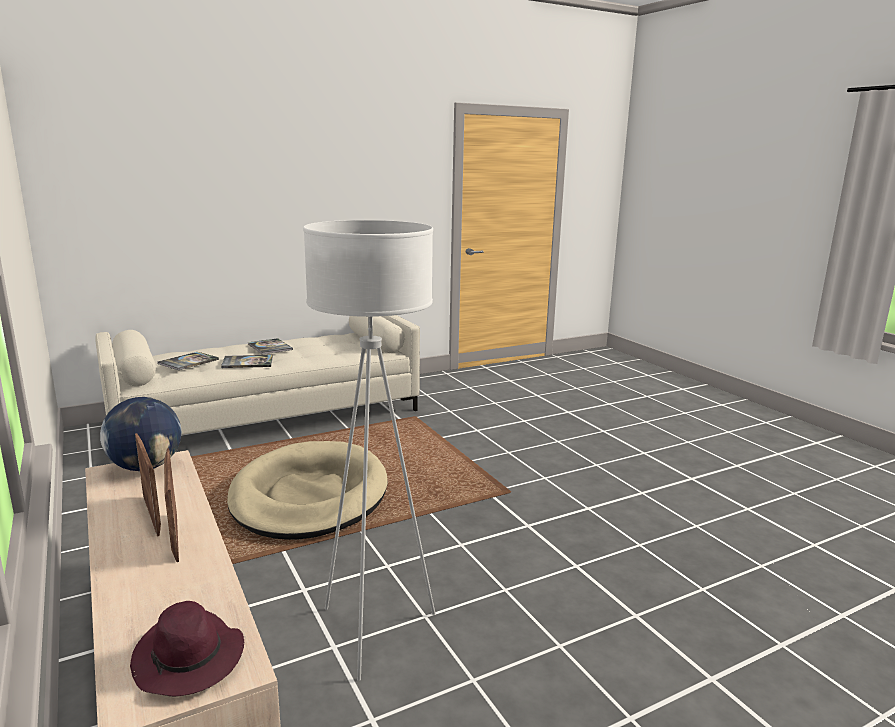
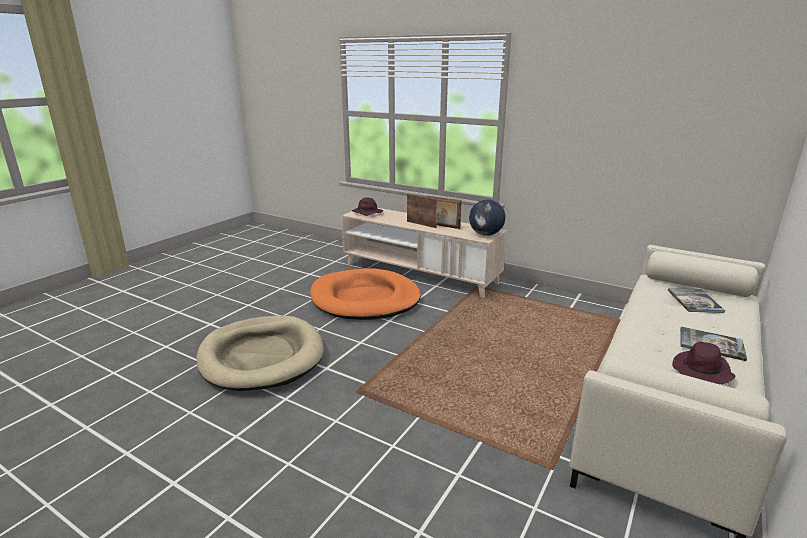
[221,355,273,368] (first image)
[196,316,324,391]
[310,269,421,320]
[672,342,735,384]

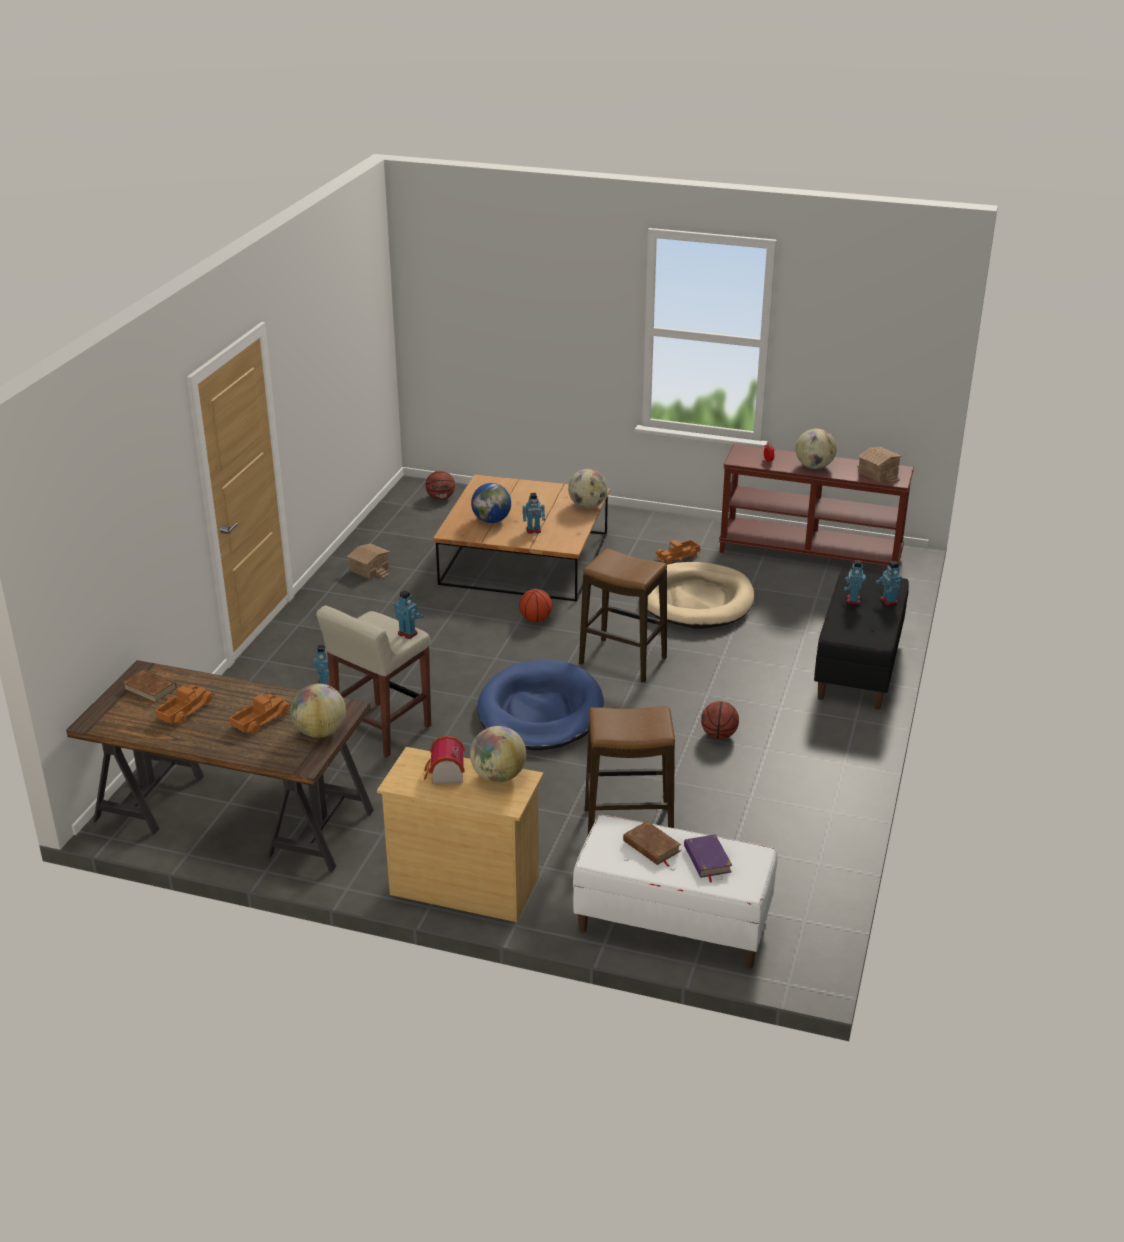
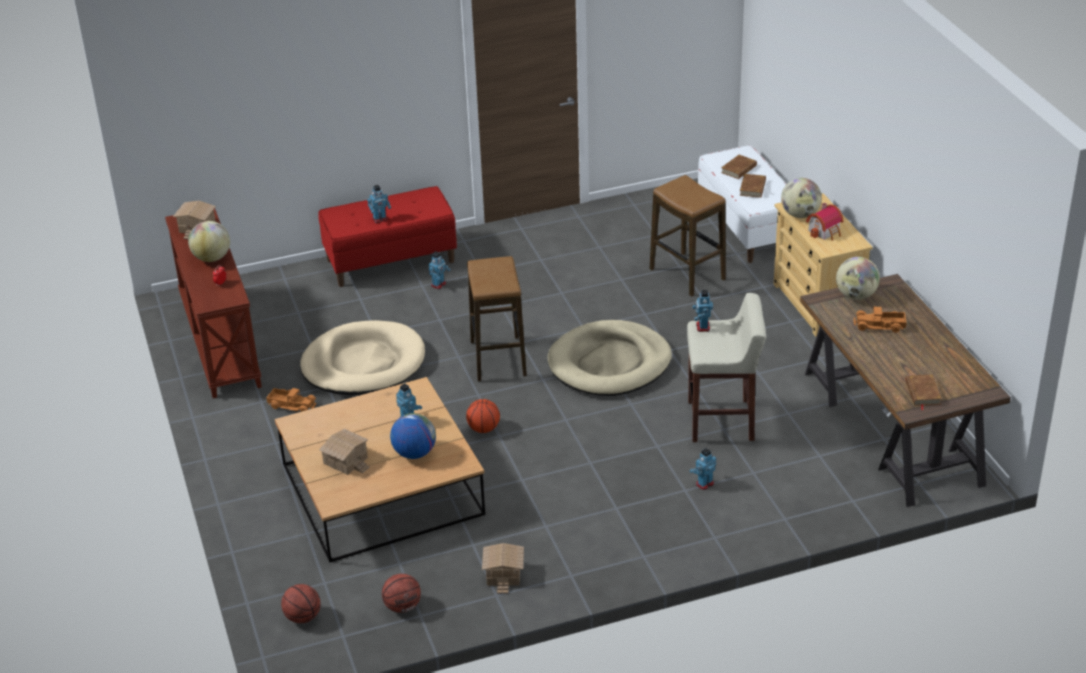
[155,685,214,724] (first image)
[548,320,672,396]
[568,469,608,508] (first image)
[721,155,757,179]
[382,574,421,613]
[318,186,457,287]
[429,251,451,289]
[319,429,369,475]

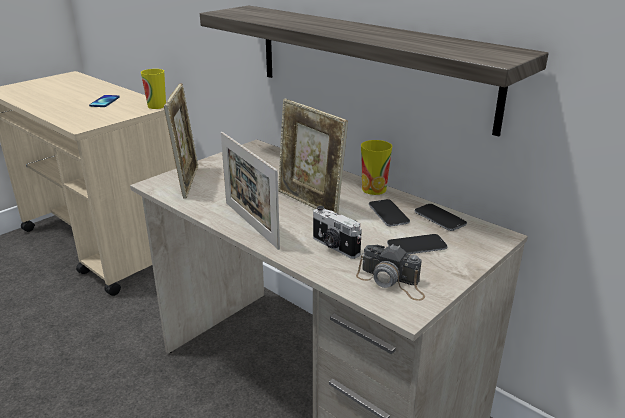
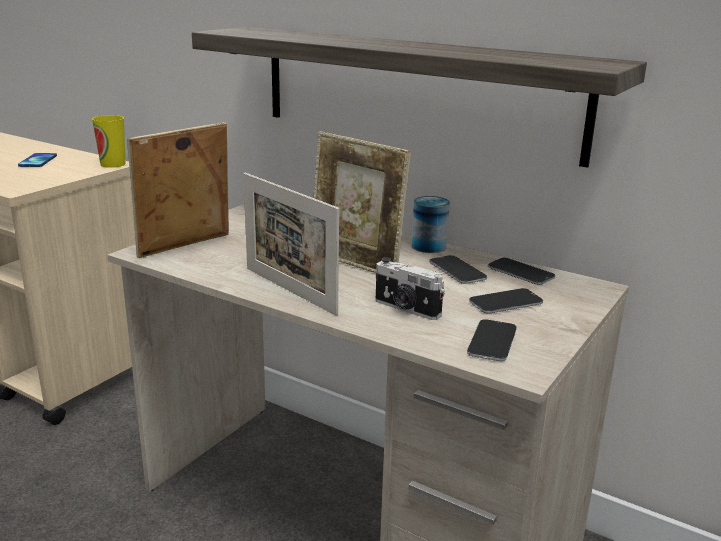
[127,122,229,258]
[467,319,517,361]
[411,196,450,253]

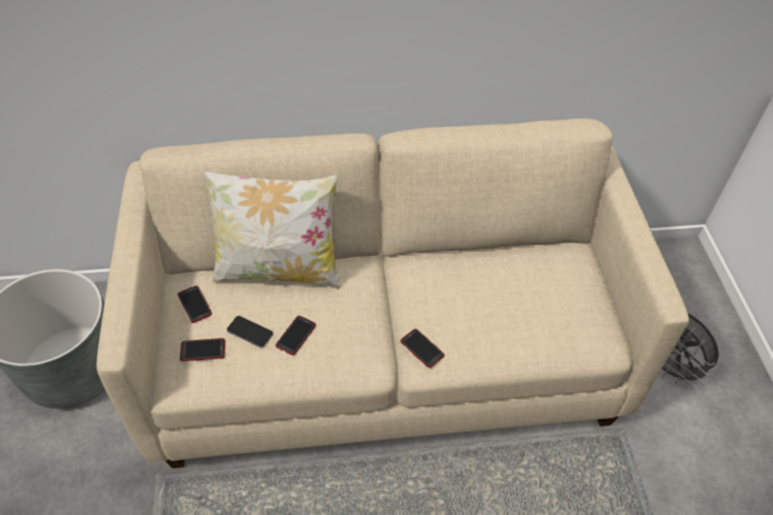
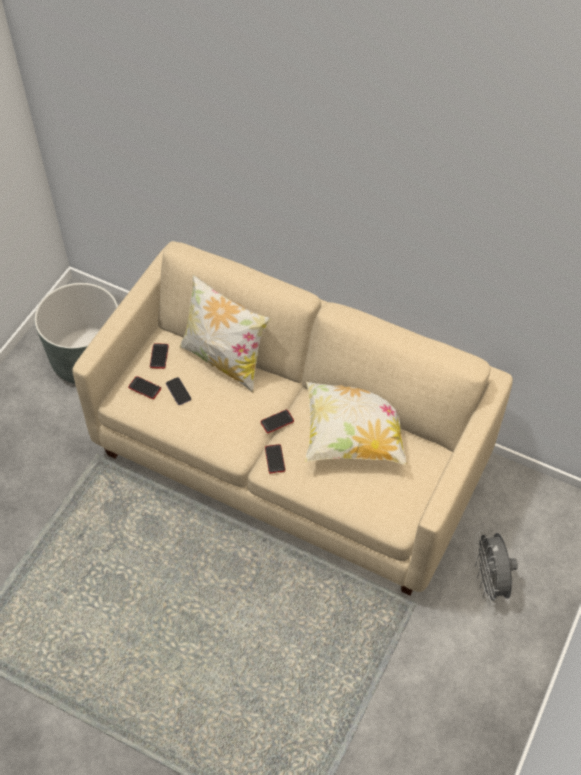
[260,410,294,433]
[305,382,407,465]

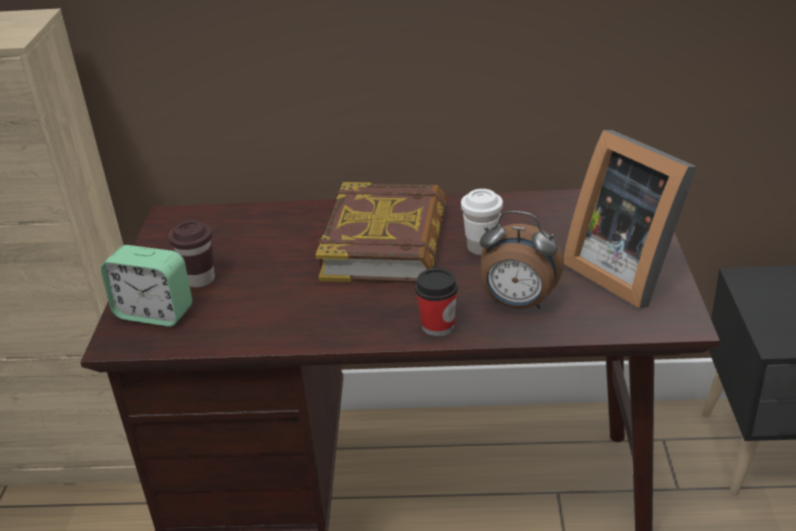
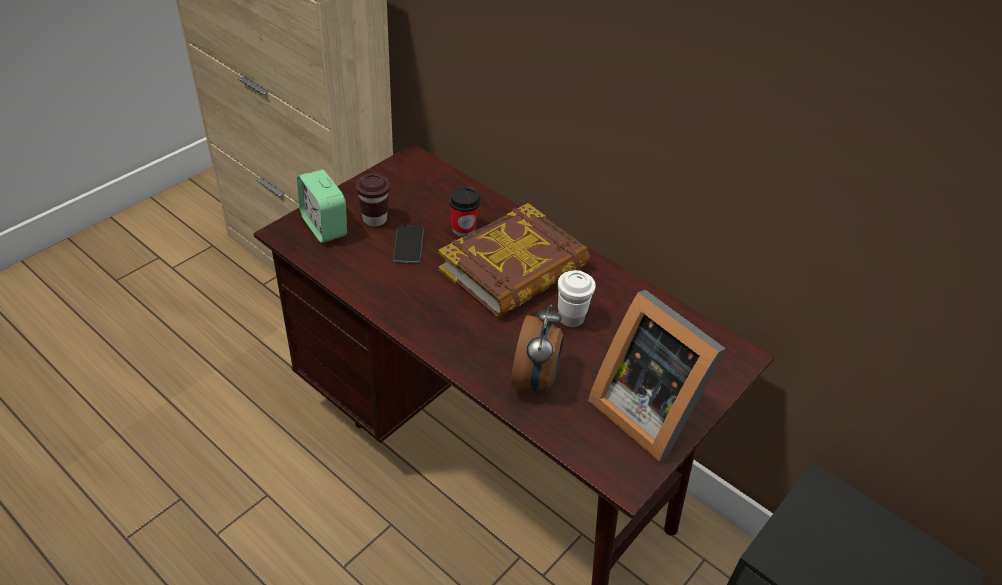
[449,187,480,237]
[511,305,564,395]
[588,290,726,462]
[393,225,424,263]

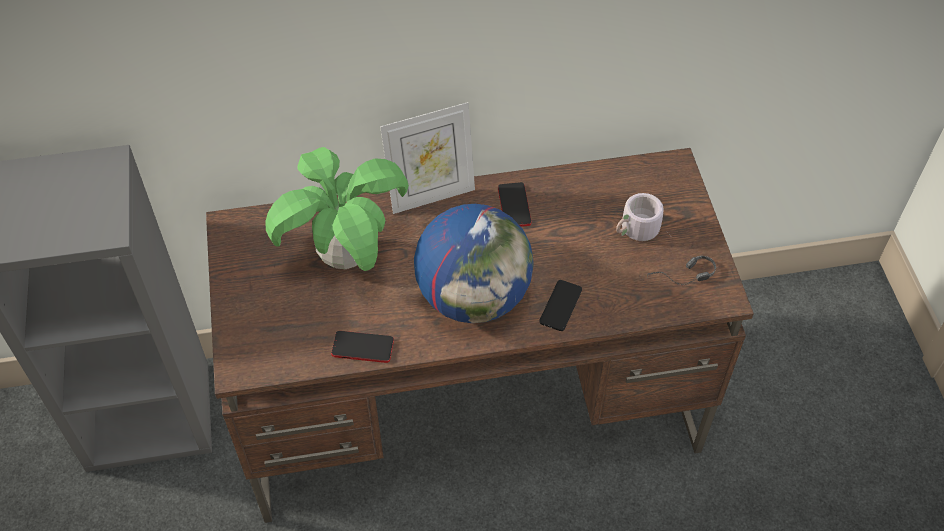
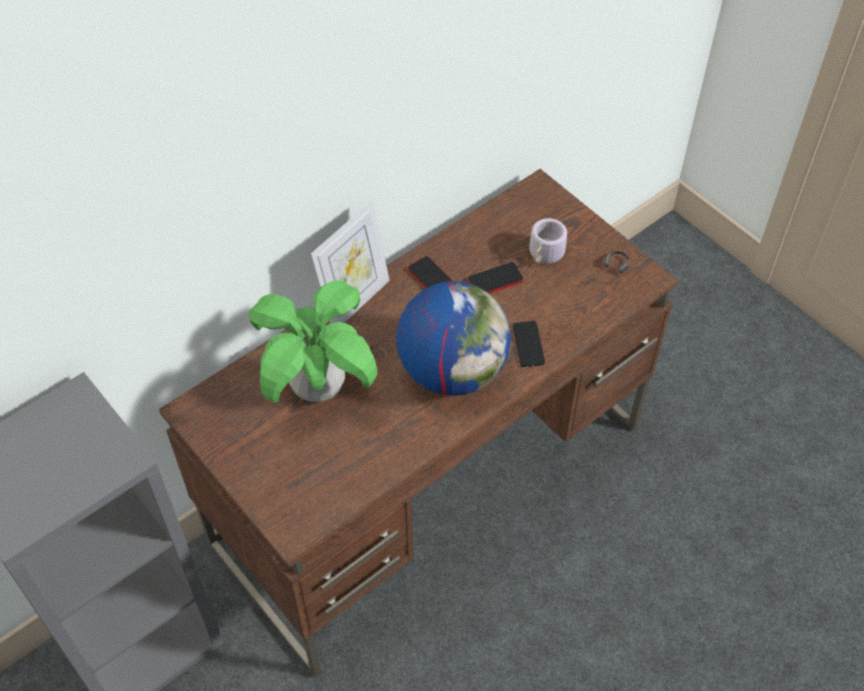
[467,262,524,293]

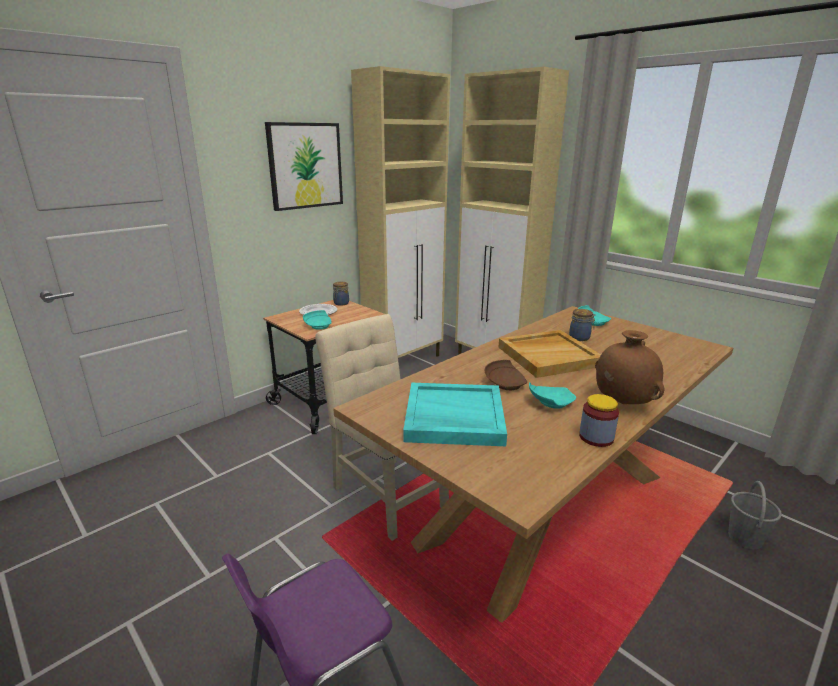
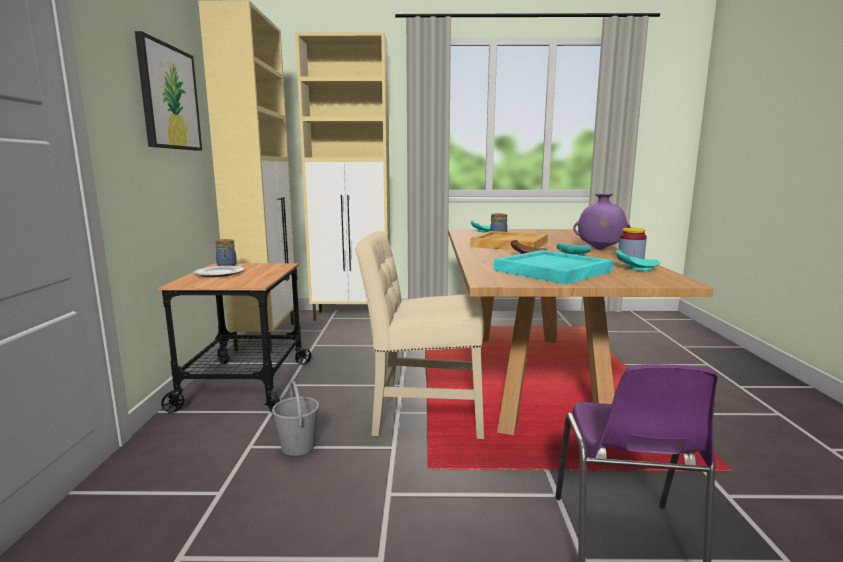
[616,250,660,271]
[573,193,631,250]
[272,380,319,456]

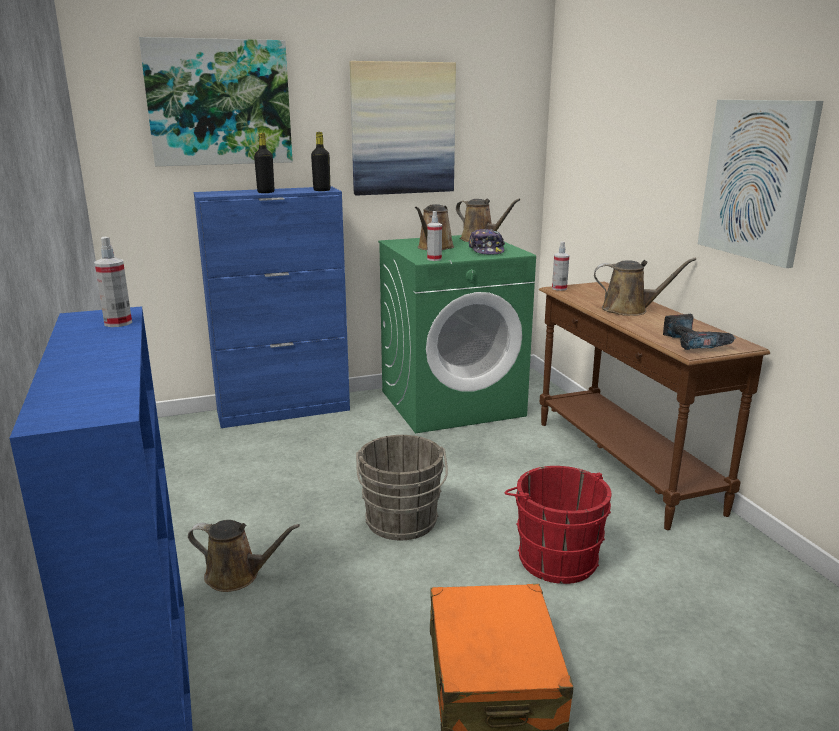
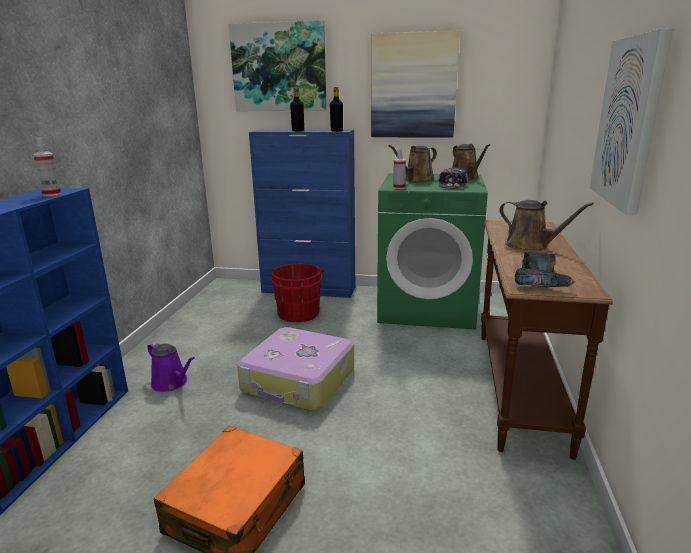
[147,342,195,392]
[237,327,354,411]
[271,263,324,322]
[552,241,569,291] (first image)

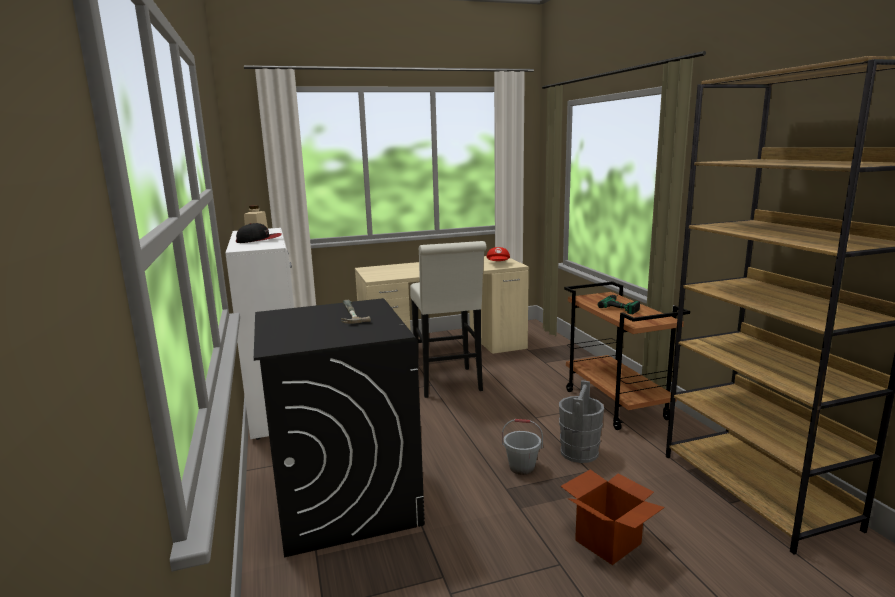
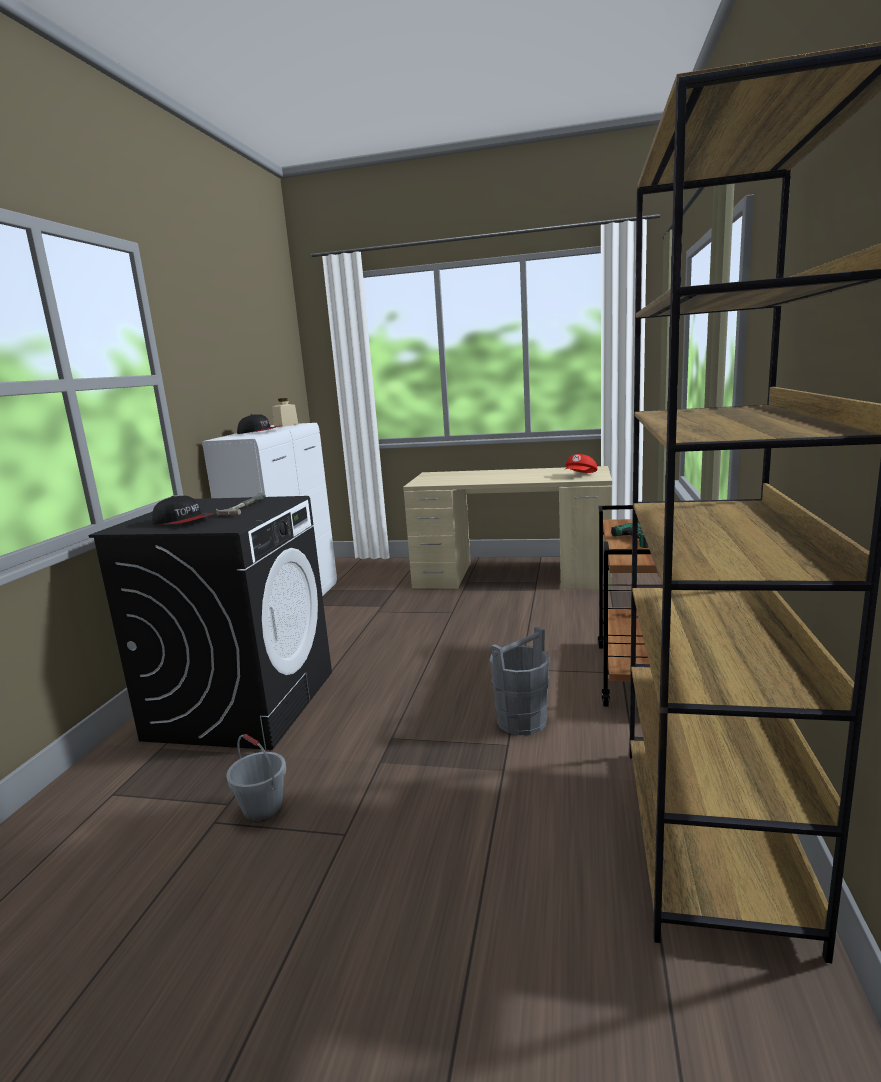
[410,241,487,398] (first image)
[226,734,286,823]
[561,469,665,565] (first image)
[152,496,215,525]

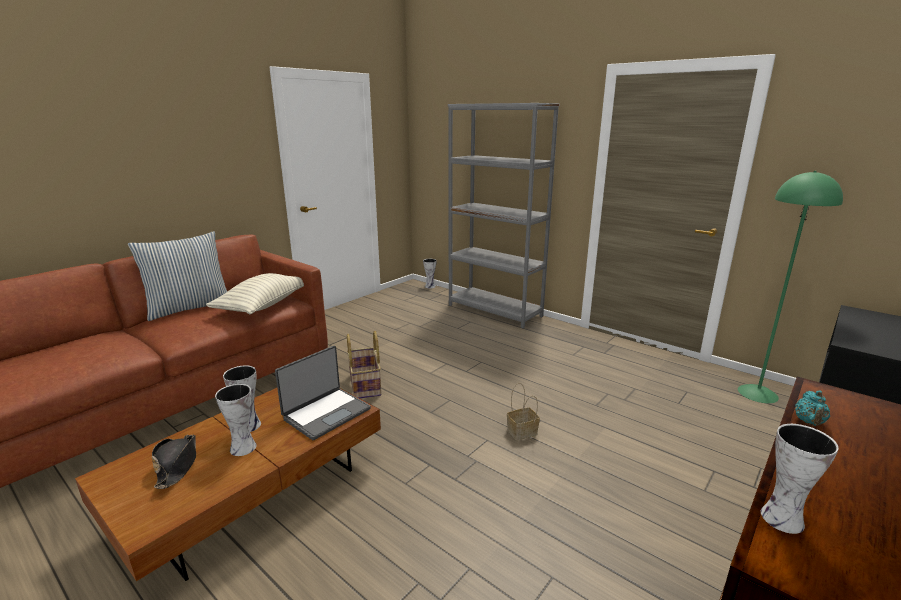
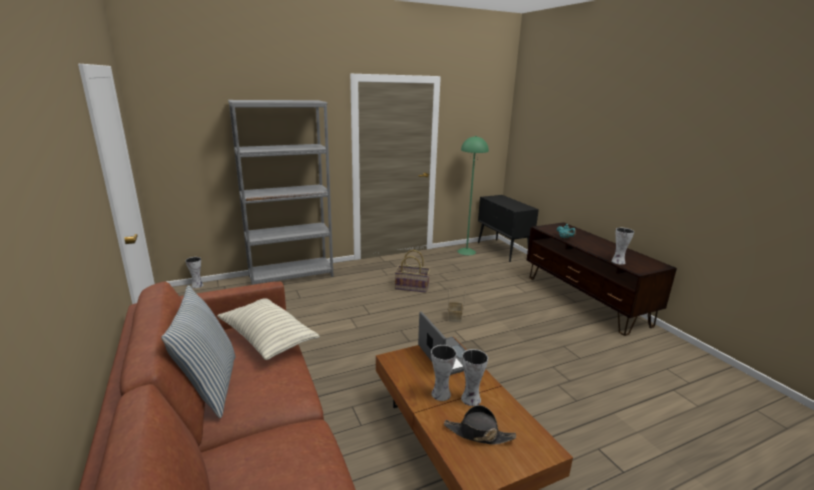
[395,250,430,293]

